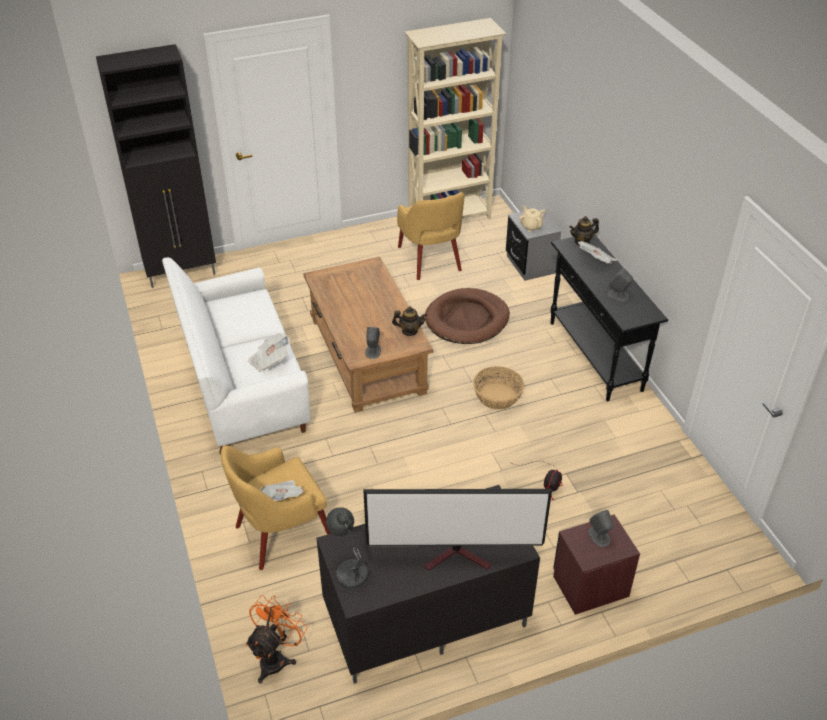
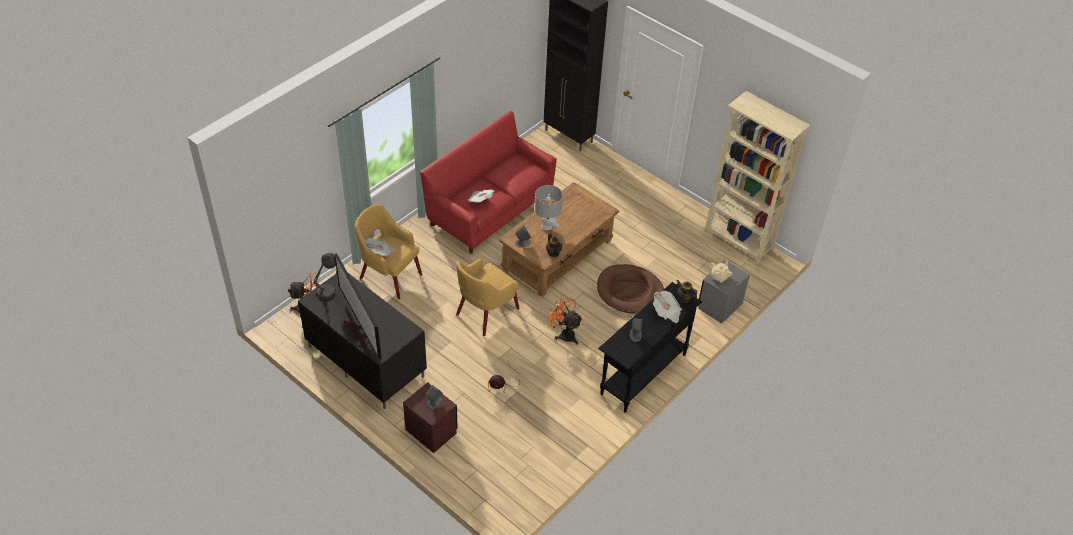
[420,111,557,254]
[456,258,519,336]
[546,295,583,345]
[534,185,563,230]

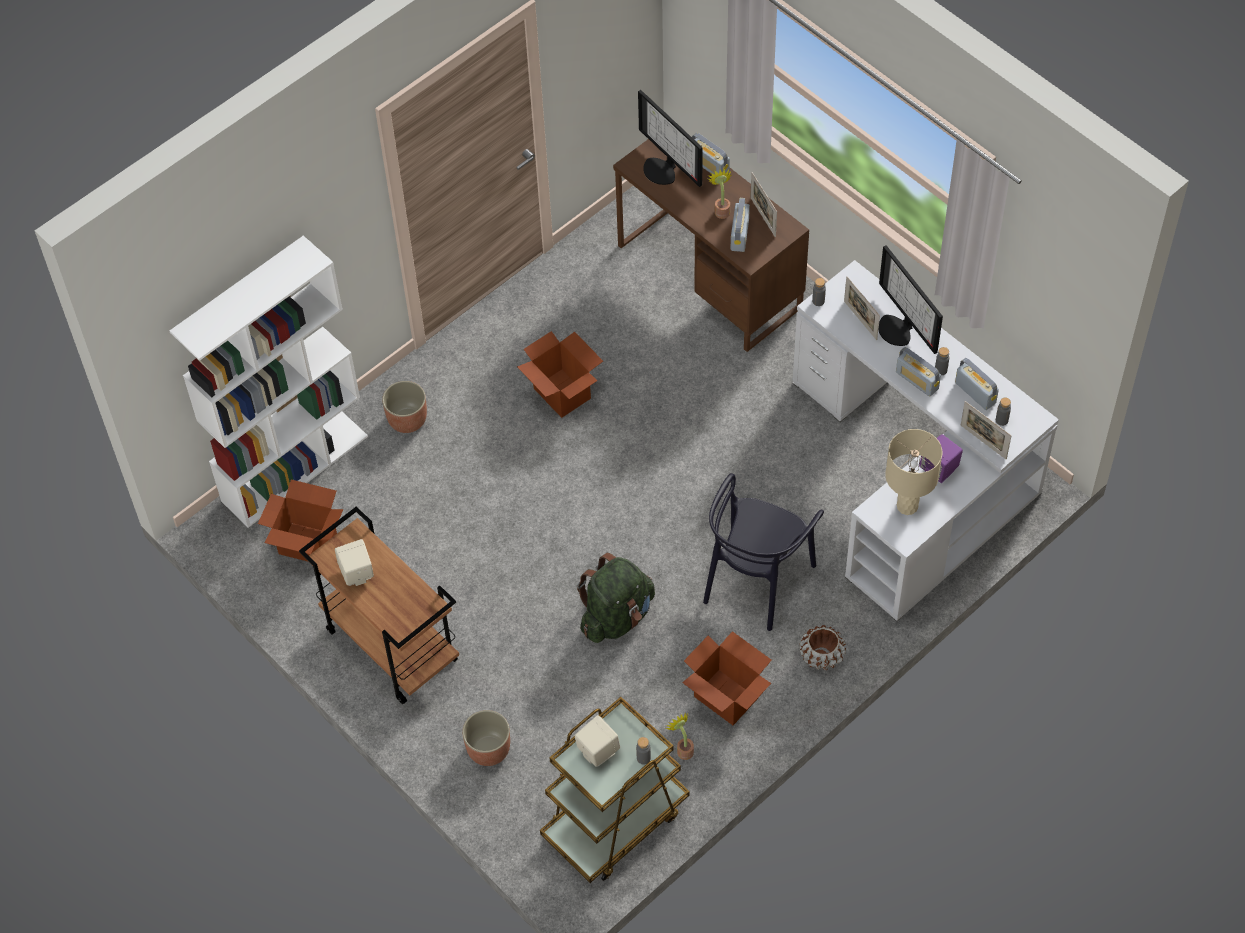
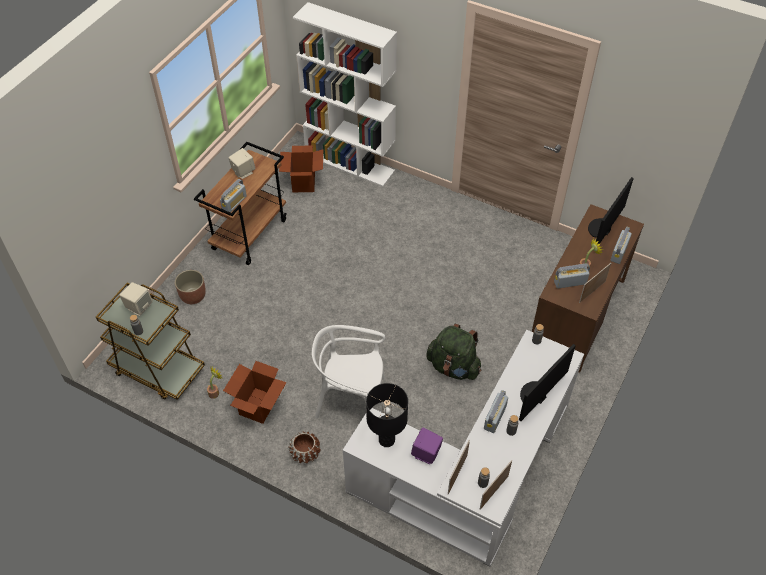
[382,381,427,433] (first image)
[517,331,603,418] (first image)
[426,323,481,380]
[312,325,386,419]
[480,460,512,510]
[366,383,408,447]
[220,179,247,213]

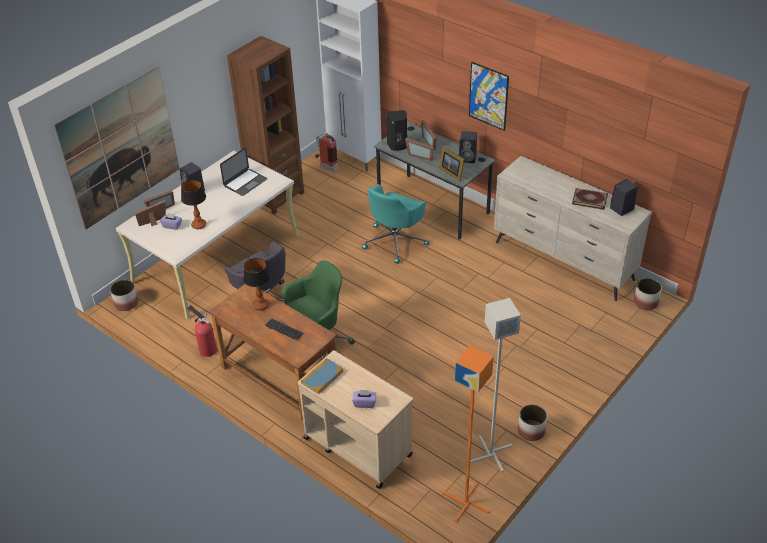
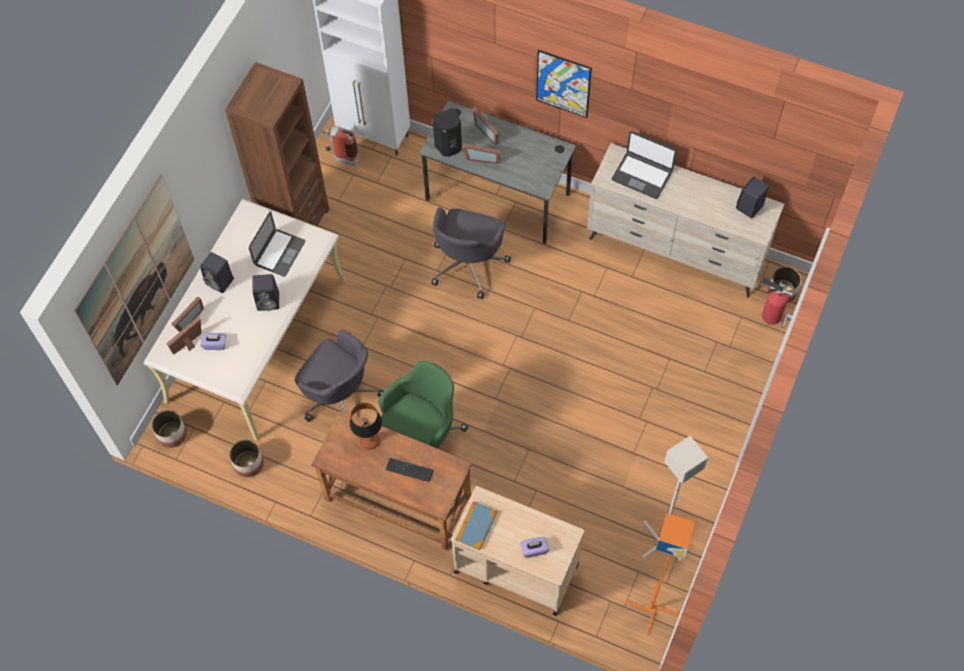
[181,180,206,229] (first image)
[761,277,793,324]
[431,208,511,299]
[439,146,465,182] (first image)
[252,274,279,311]
[229,439,264,477]
[572,188,608,210] (first image)
[612,131,676,199]

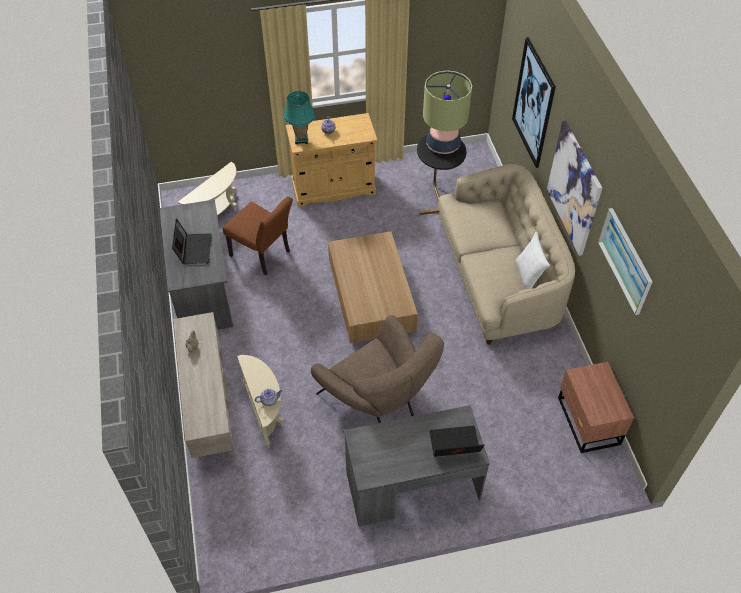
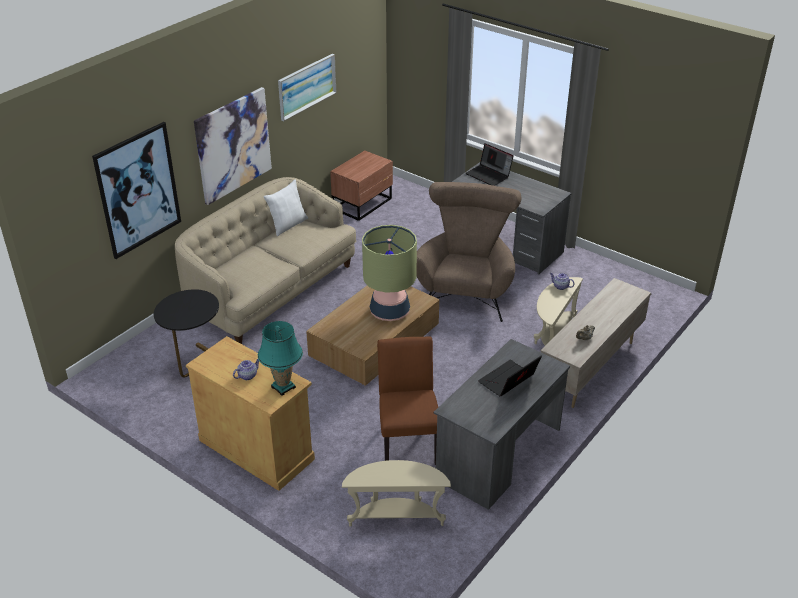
[362,225,417,321]

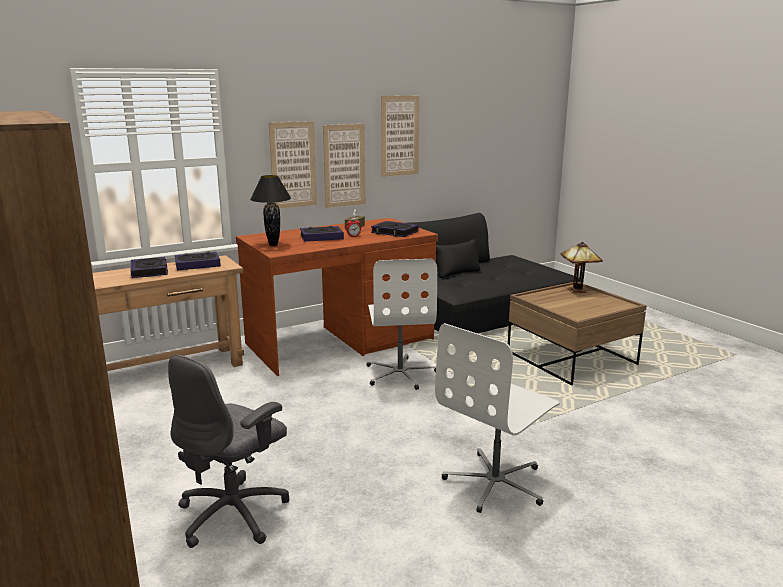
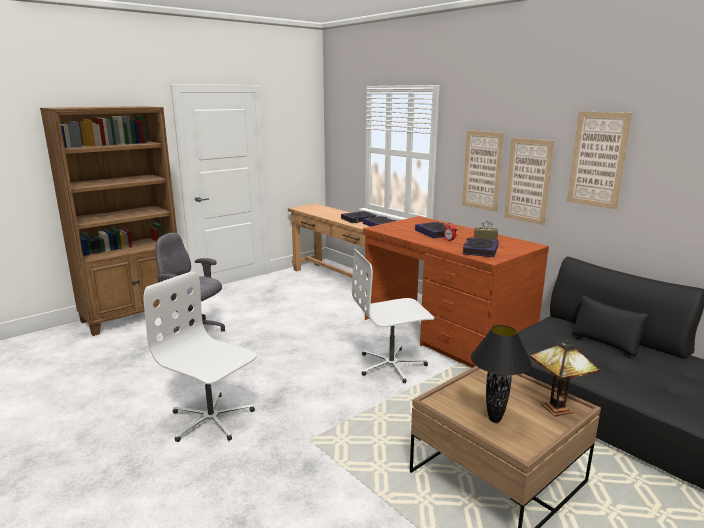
[471,325,532,423]

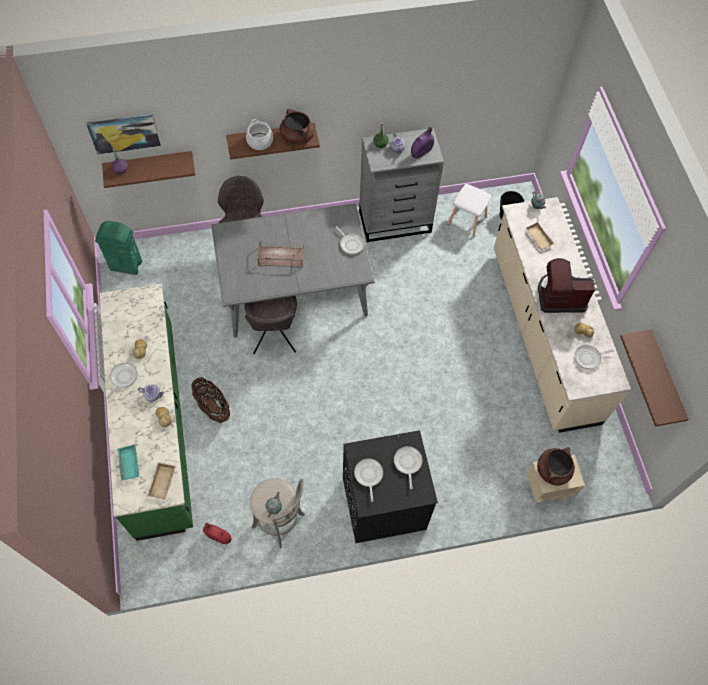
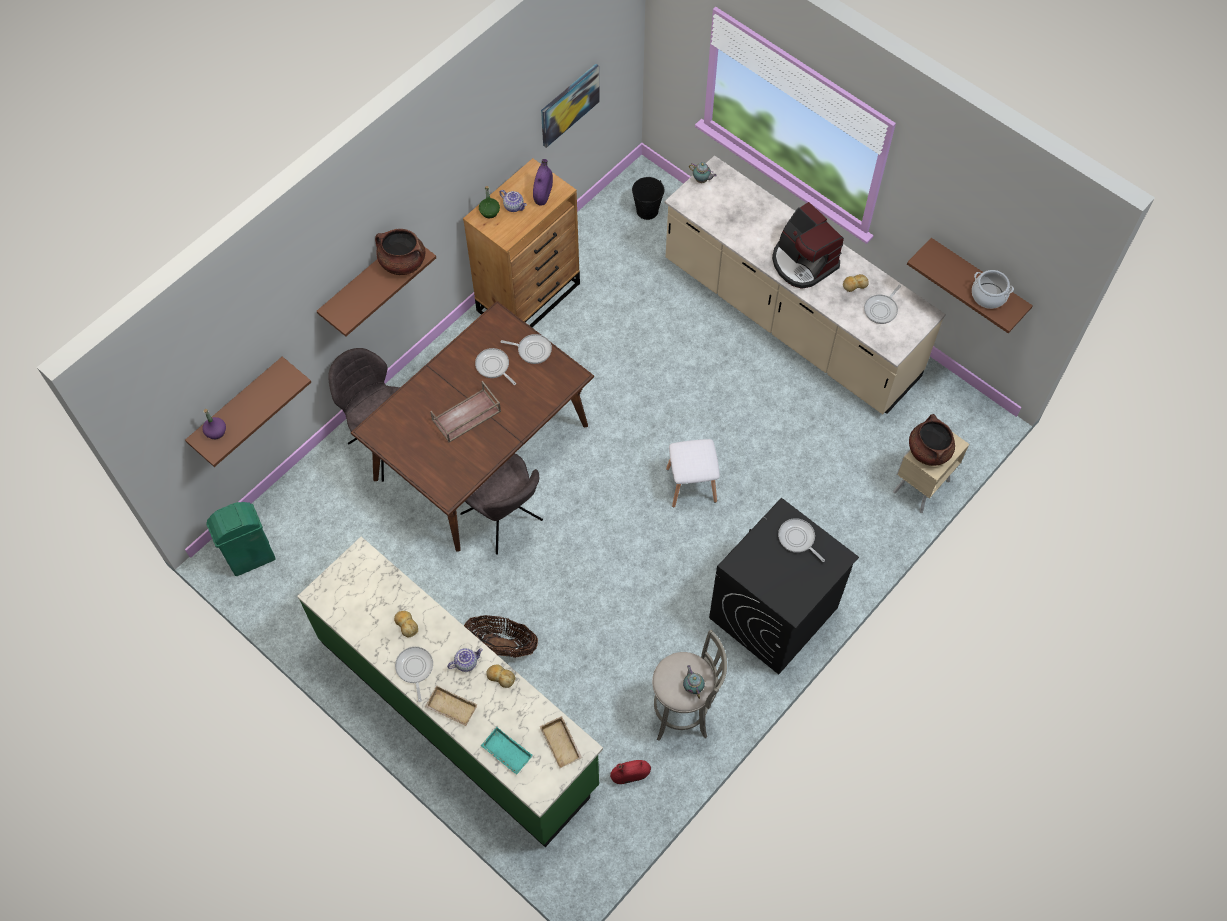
[541,64,600,148]
[351,301,594,551]
[972,270,1014,309]
[475,348,516,385]
[463,158,580,327]
[666,439,720,507]
[425,685,478,726]
[772,202,844,289]

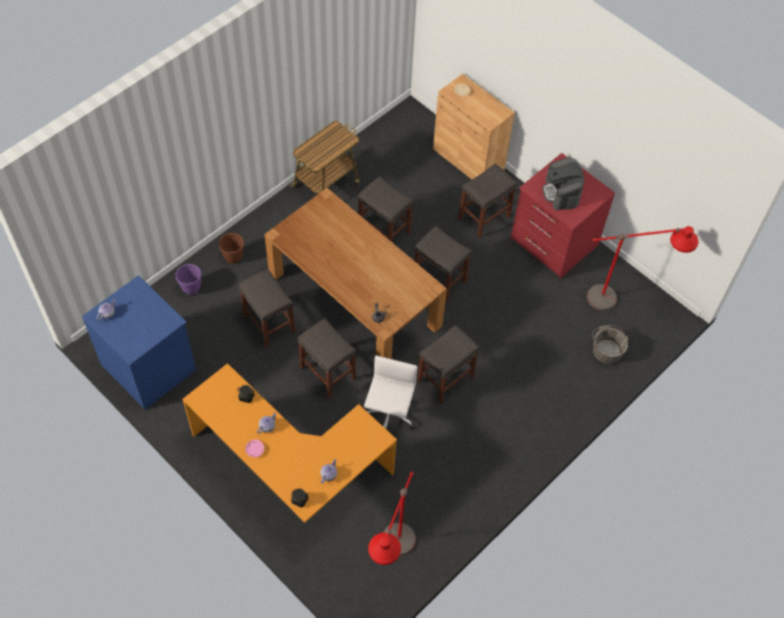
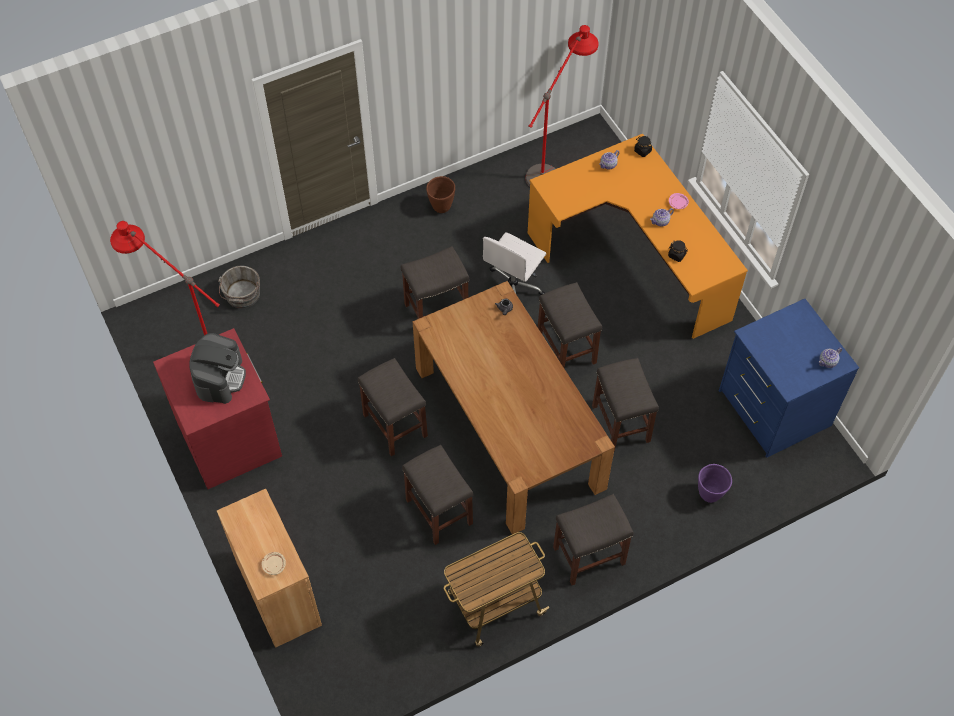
[426,176,455,213]
[553,494,634,585]

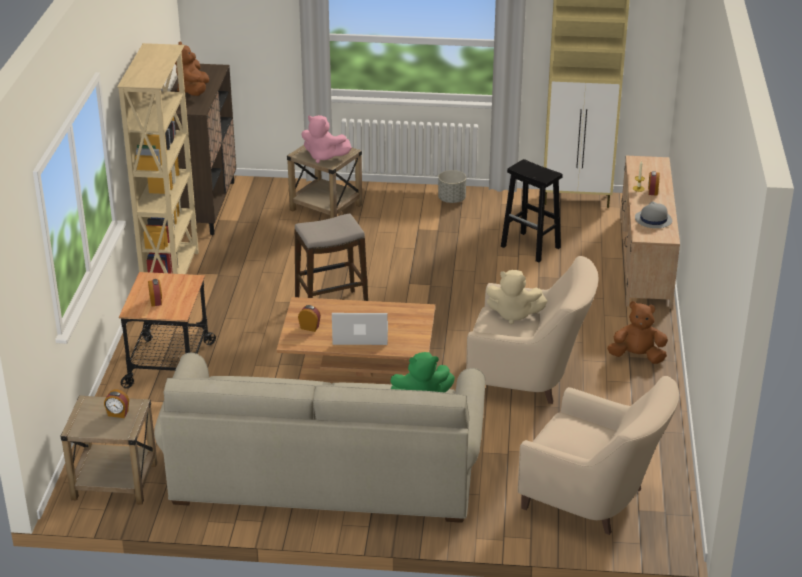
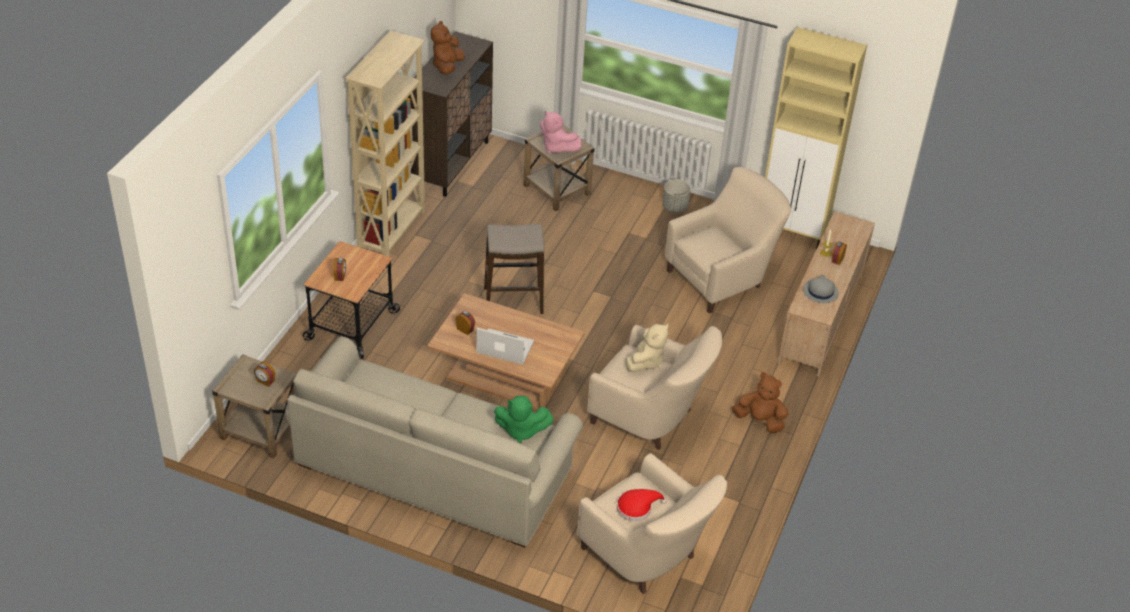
[626,323,669,372]
[665,167,791,314]
[617,489,667,521]

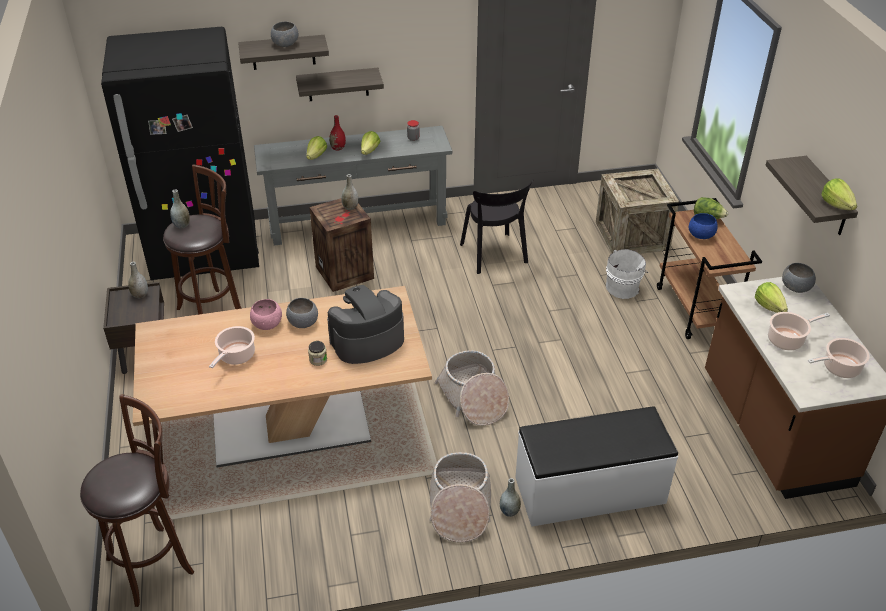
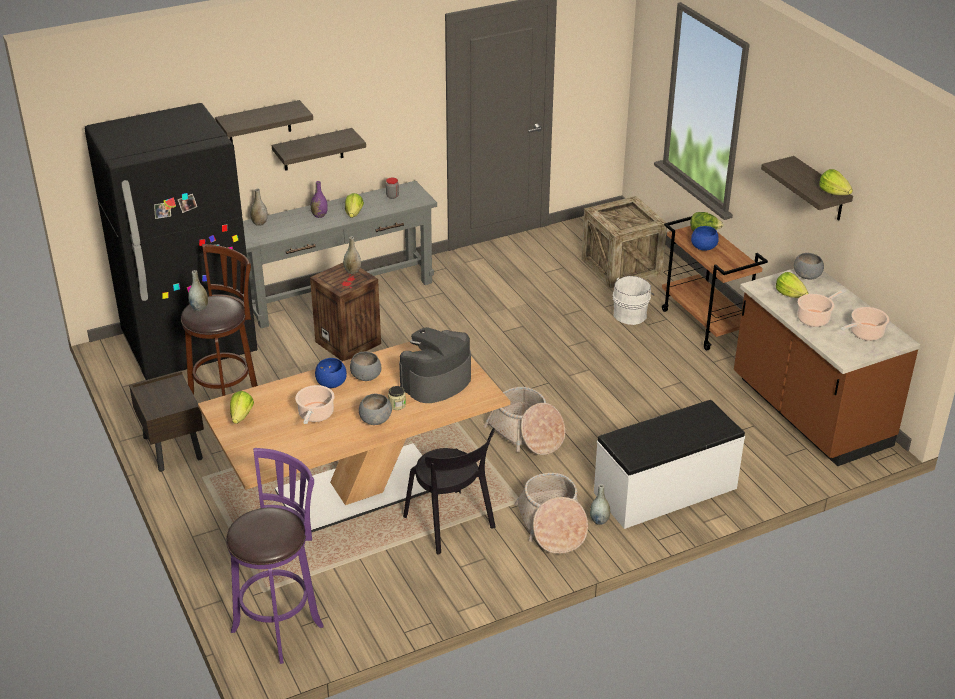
[226,448,324,664]
[250,189,268,226]
[315,358,347,388]
[359,394,392,425]
[230,391,254,424]
[311,181,328,218]
[403,428,496,554]

